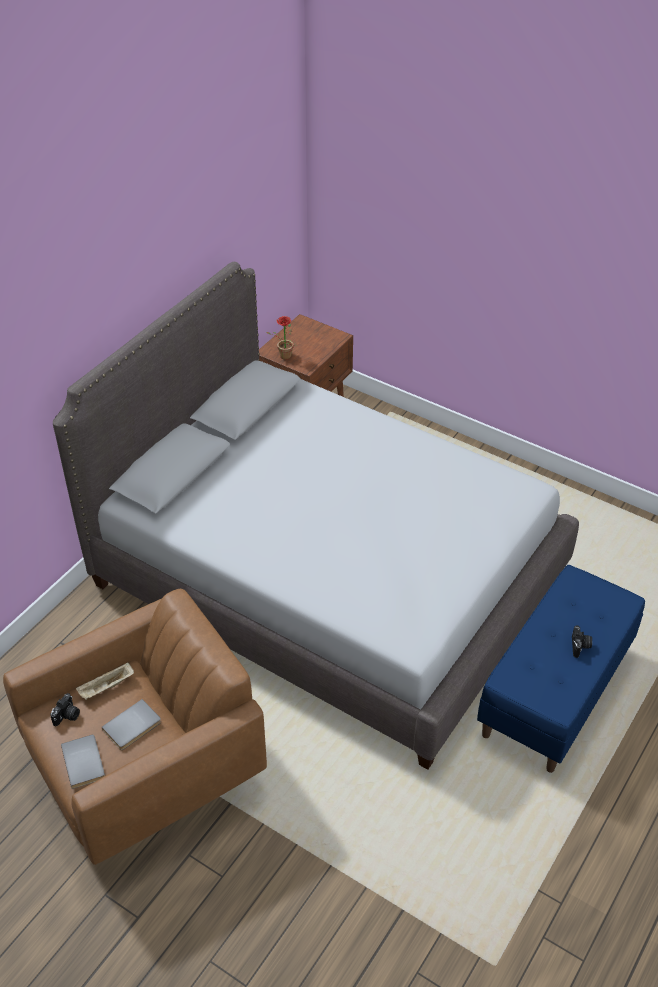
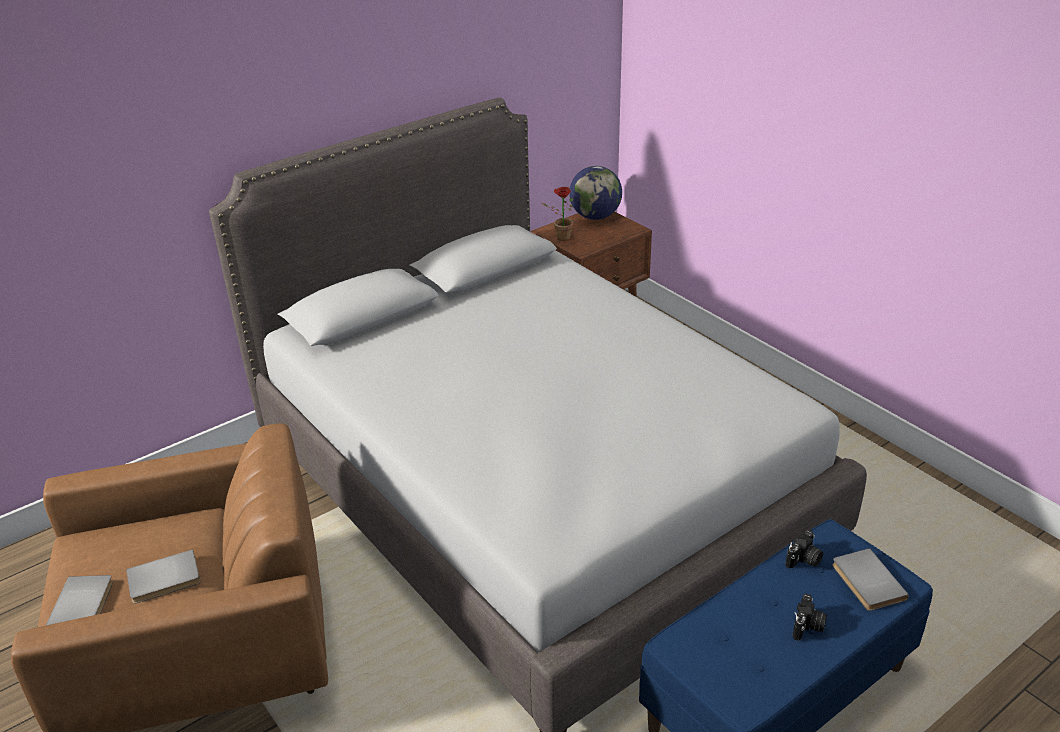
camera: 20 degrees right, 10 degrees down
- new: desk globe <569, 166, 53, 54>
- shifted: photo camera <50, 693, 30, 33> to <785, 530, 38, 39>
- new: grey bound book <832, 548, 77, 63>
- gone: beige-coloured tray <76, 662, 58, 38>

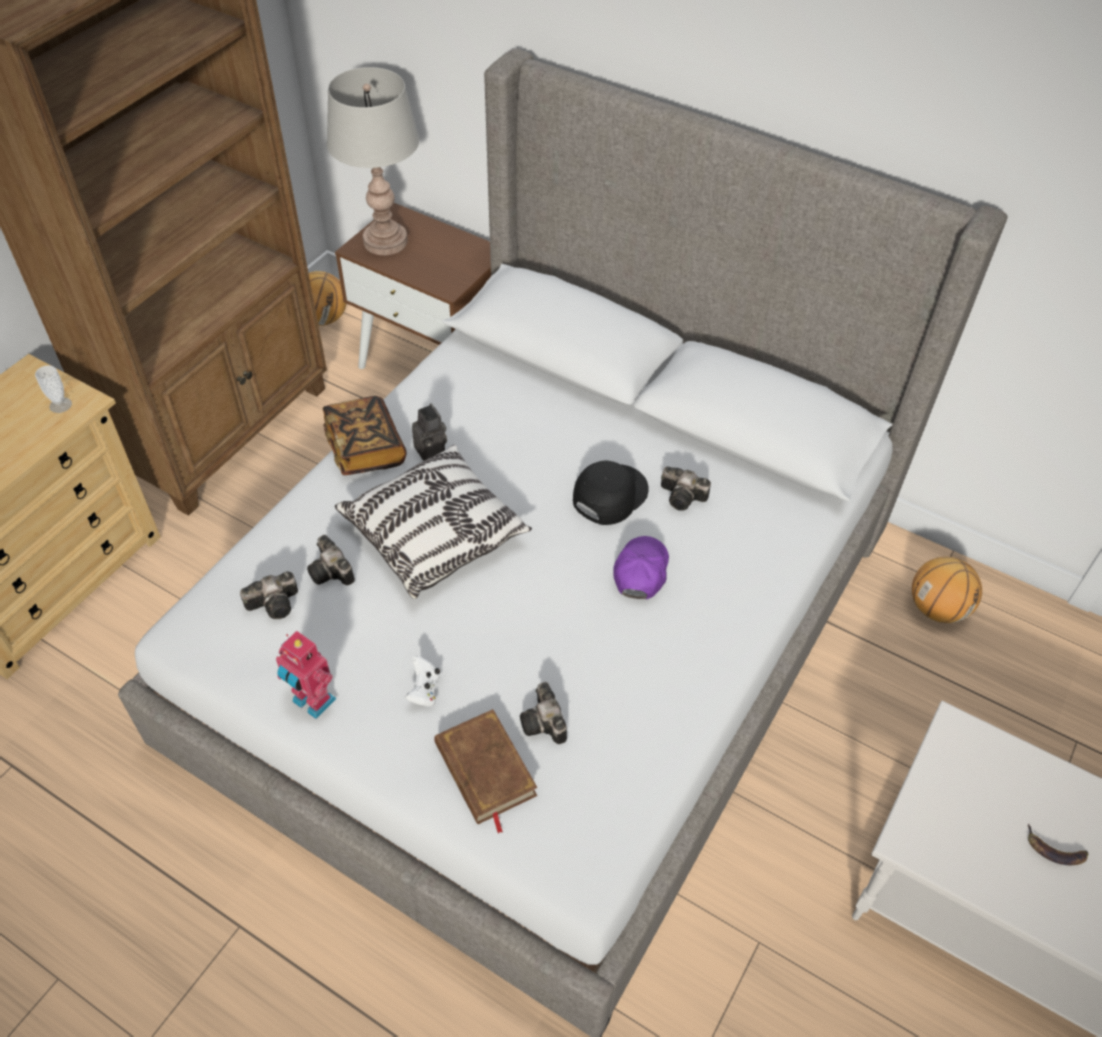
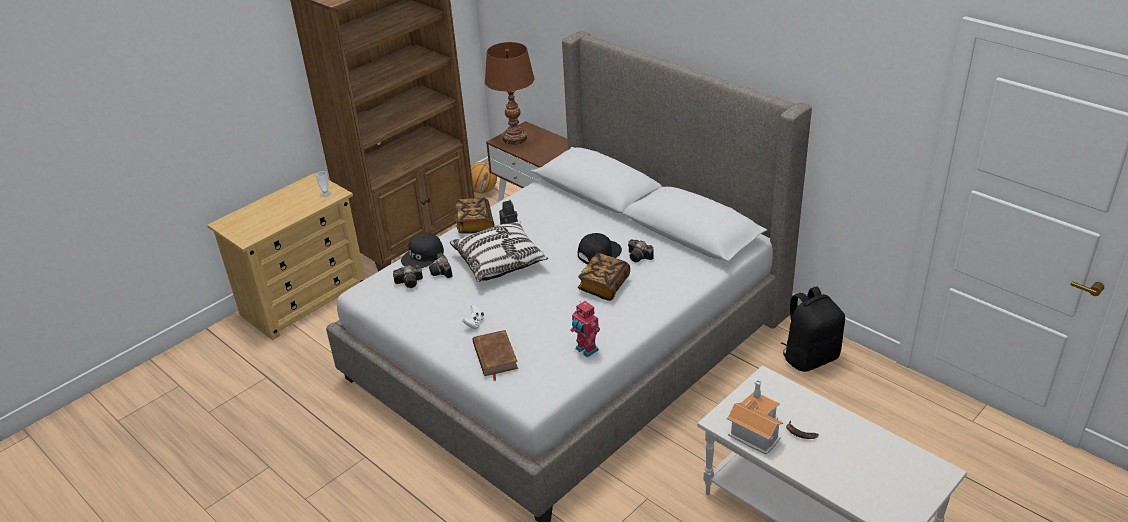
camera: 15 degrees right, 15 degrees down
- new: blackish cap <401, 232, 43, 36>
- repainted: grey lamp for a table <327, 67, 92, 188> to brown-coloured lamp for a table <485, 42, 50, 103>
- shifted: model robot <276, 631, 60, 88> to <570, 301, 30, 56>
- swapped: purplish cap <613, 536, 56, 63> to bound book <578, 253, 52, 48>
- new: model house <727, 380, 56, 75>
- swapped: basketball ball <912, 557, 70, 66> to blackish knapsack <781, 287, 64, 85>
- gone: photo camera <520, 682, 47, 62>

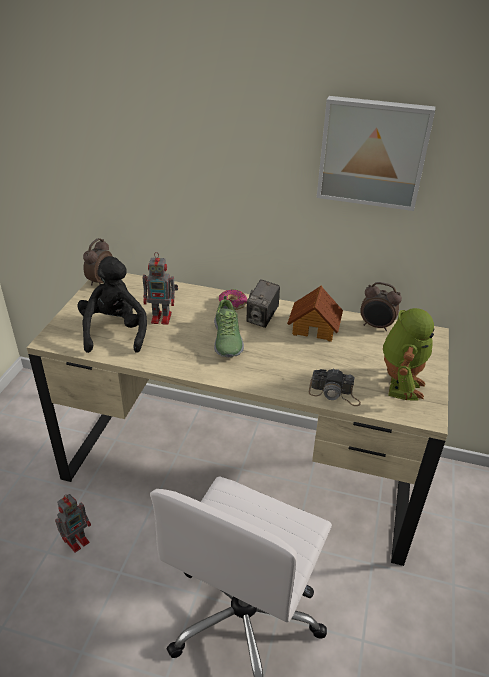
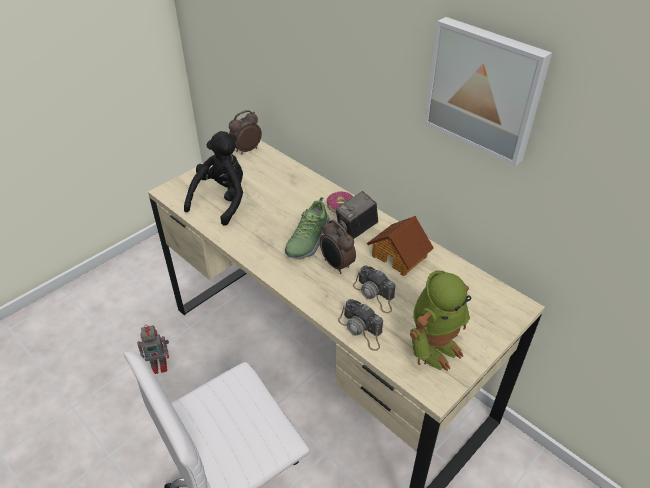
camera: 30 degrees right, 5 degrees up
- shifted: alarm clock <360, 282, 42, 49> to <320, 220, 36, 54>
- new: photo camera <353, 265, 43, 48>
- gone: model robot <143, 252, 35, 73>

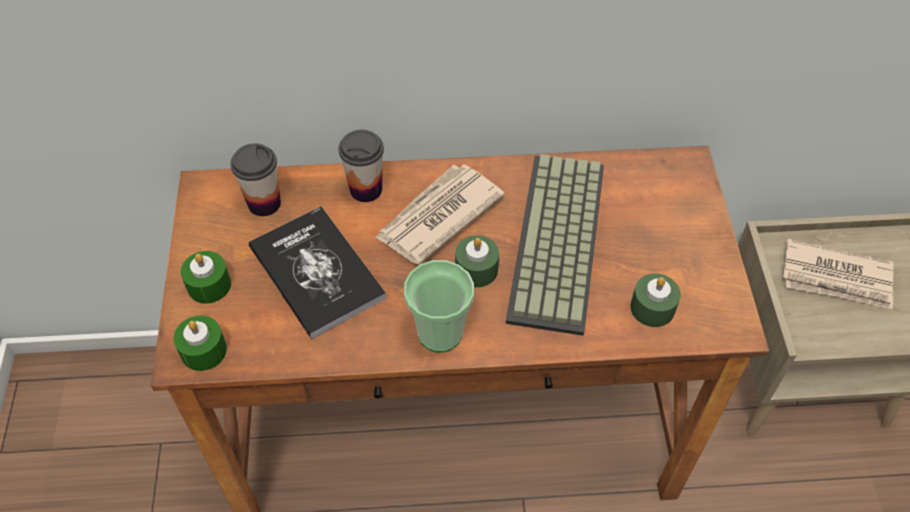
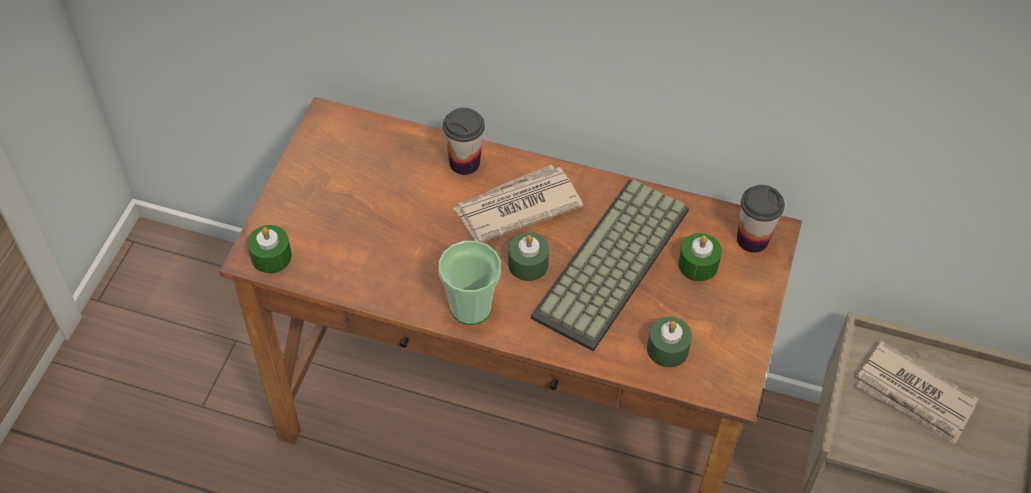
camera: 20 degrees right, 0 degrees up
- shifted: green wax candle <181, 251, 50, 53> to <678, 233, 44, 48>
- shifted: cup <230, 143, 51, 73> to <737, 185, 48, 68>
- gone: bound book <249, 206, 138, 133>

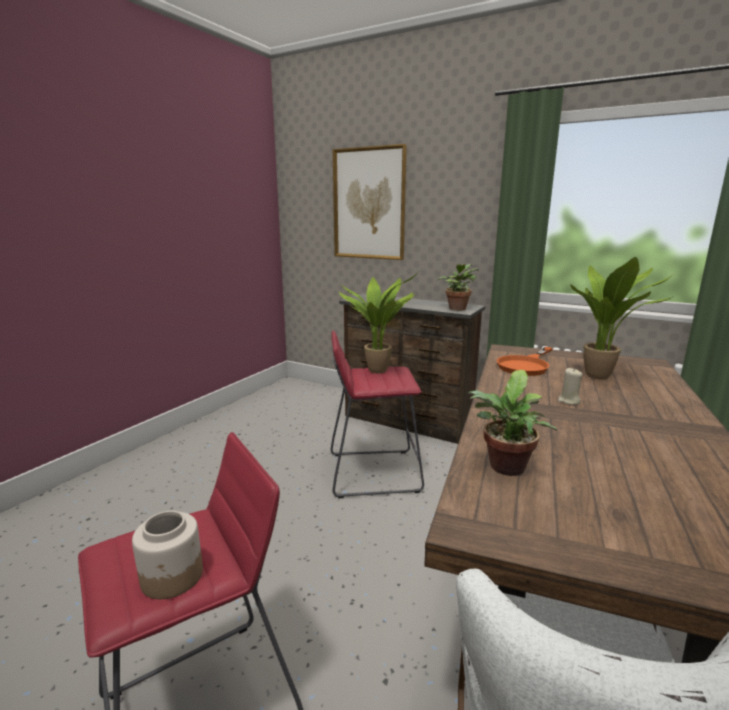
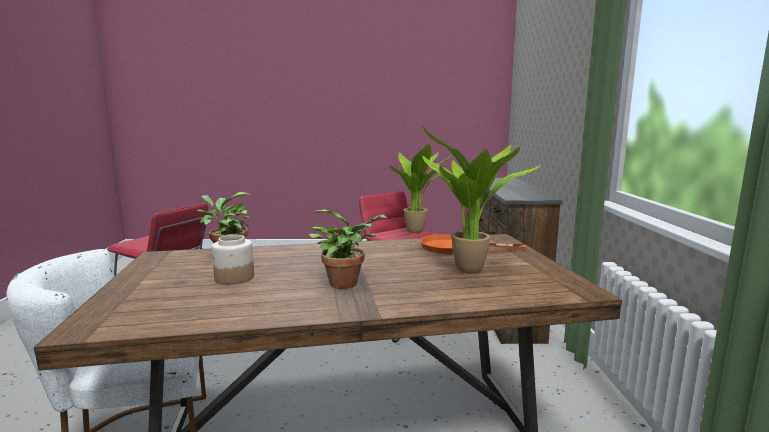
camera: 60 degrees right, 5 degrees down
- shifted: preserve jar <132, 511, 71, 88> to <212, 235, 42, 49>
- shifted: houseplant <438, 264, 41, 47> to <309, 209, 78, 80>
- gone: wall picture <333, 144, 74, 116>
- gone: beige-coloured wax candle <558, 368, 25, 37>

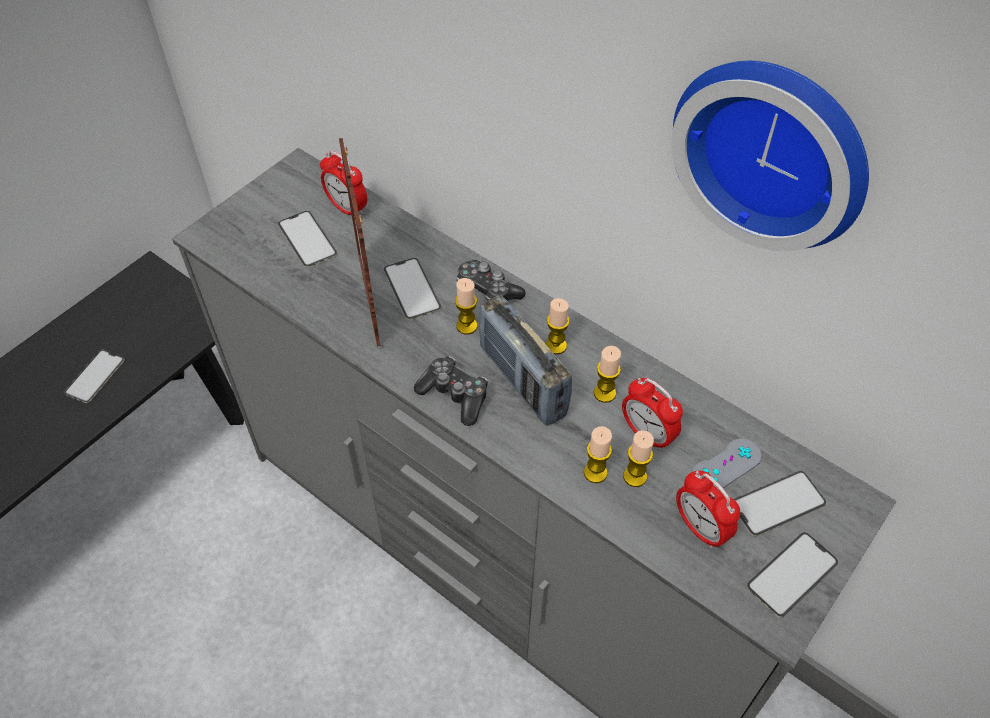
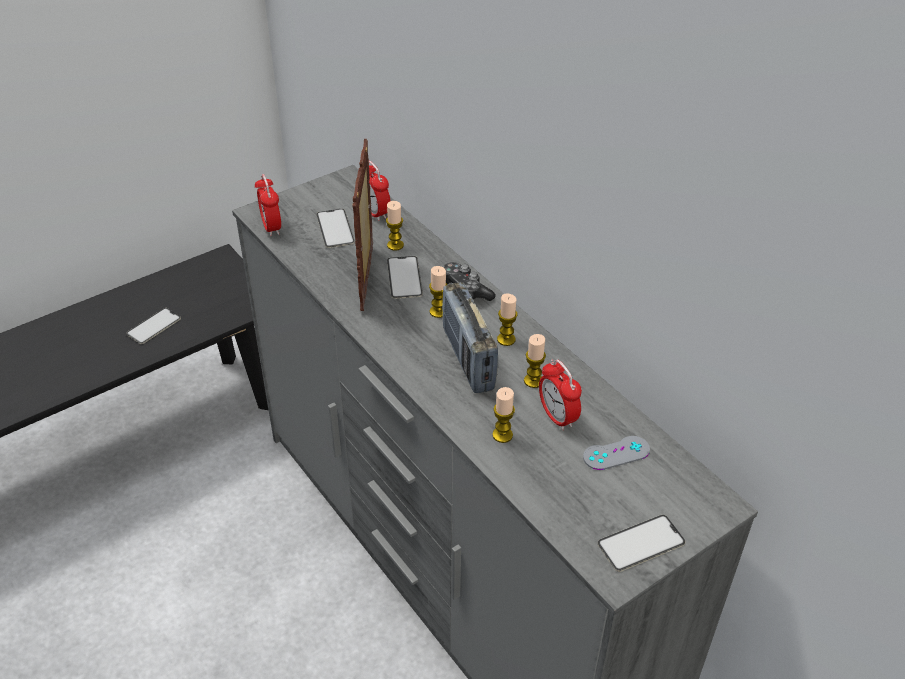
camera: 15 degrees right, 10 degrees down
- shifted: alarm clock <676, 471, 64, 77> to <255, 174, 26, 62>
- shifted: wax candle <623, 430, 31, 57> to <386, 201, 18, 50>
- gone: gamepad <414, 356, 74, 70>
- gone: clock on the wall <672, 61, 197, 190>
- gone: telephone <734, 471, 92, 66>

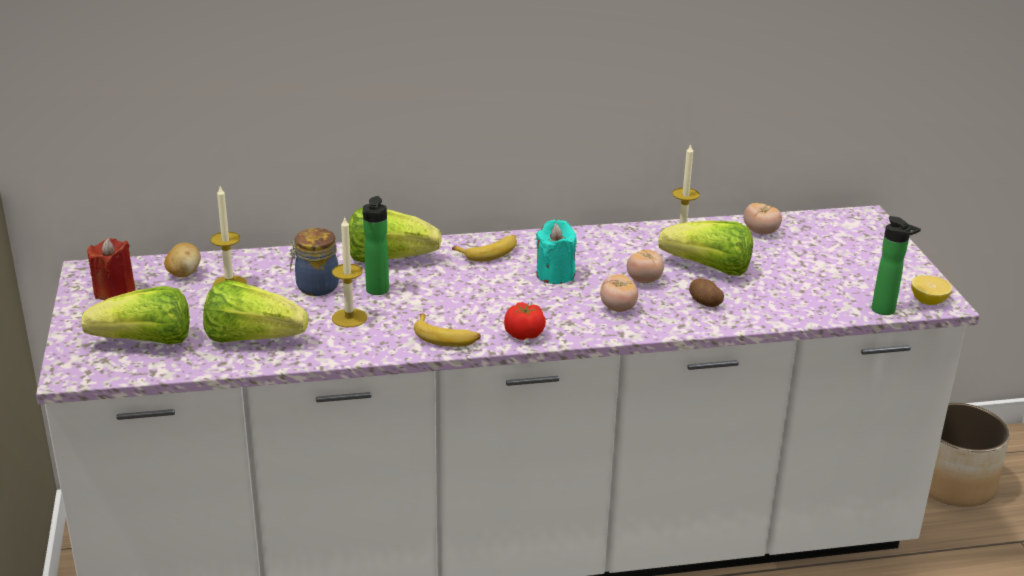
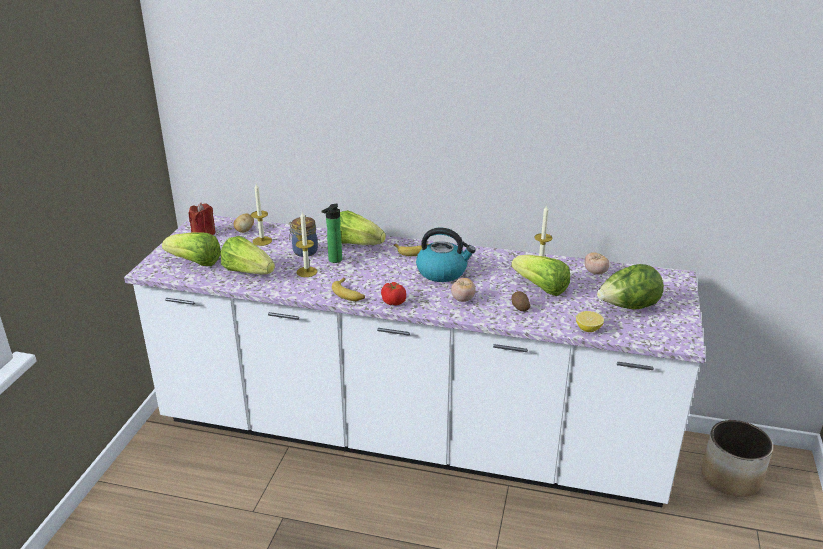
camera: 25 degrees right, 0 degrees up
- swapped: turquoise wax candle <536, 219, 41, 65> to water kettle <416, 228, 60, 54>
- shifted: citrus fruit <911, 275, 41, 30> to <576, 311, 28, 21>
- new: lettuce head <597, 264, 67, 46>
- gone: tomato <627, 250, 37, 33>
- gone: drink bottle <872, 216, 49, 99>

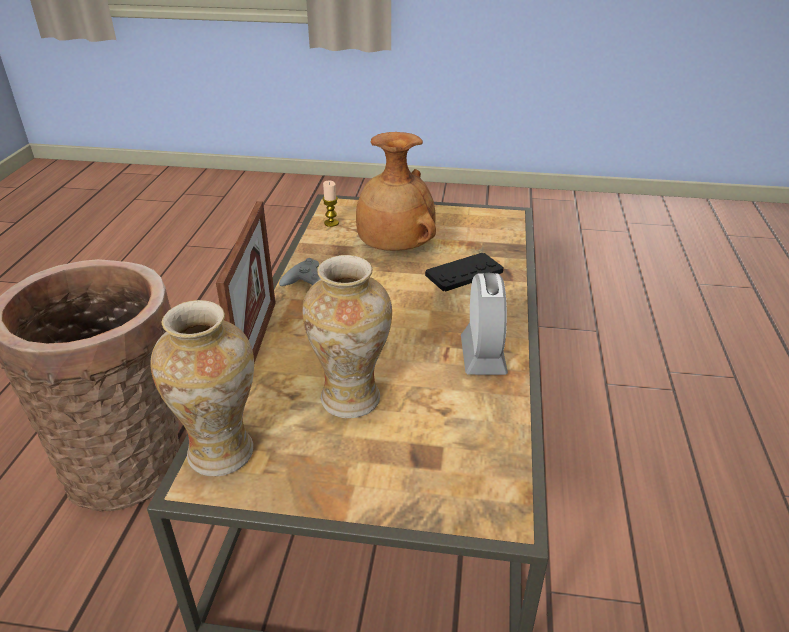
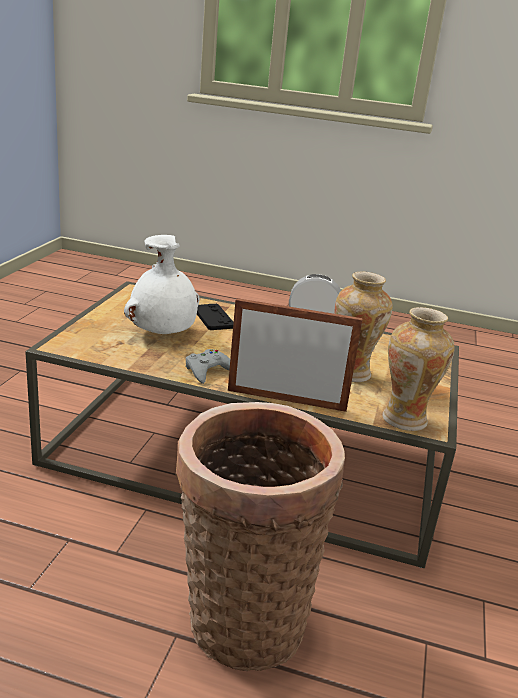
camera: 85 degrees left, 10 degrees down
- repainted: brown-coloured decorative vase <356, 132, 80, 119> to whitish decorative vase <124, 235, 75, 99>
- gone: wax candle <322, 181, 17, 46>

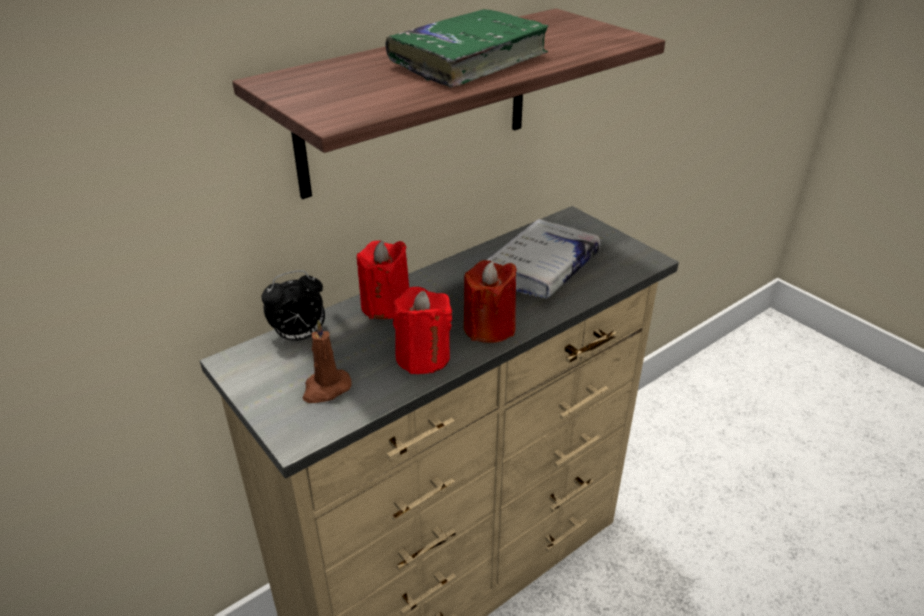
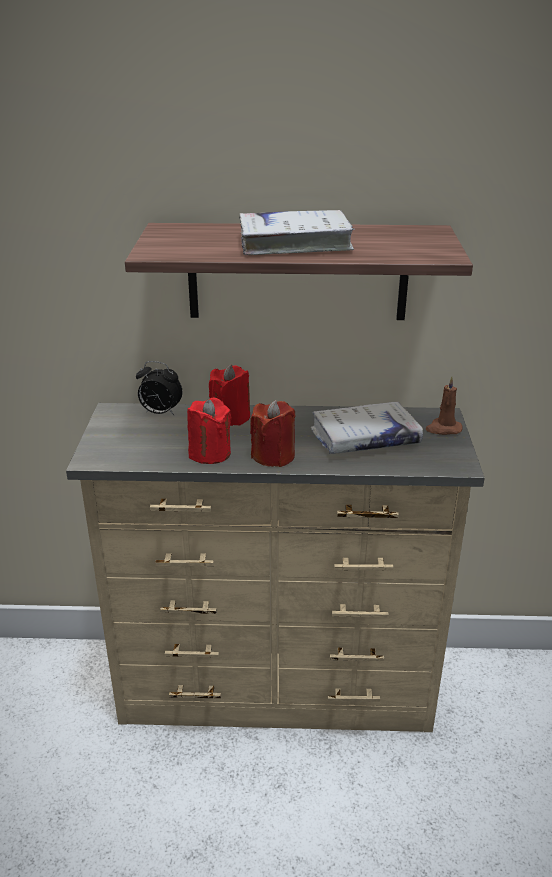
camera: 40 degrees right, 5 degrees down
- repainted: green bound book <385, 9, 164, 79> to whitish bound book <239, 210, 116, 45>
- shifted: brown-coloured wax candle <302, 320, 50, 83> to <426, 376, 36, 59>

